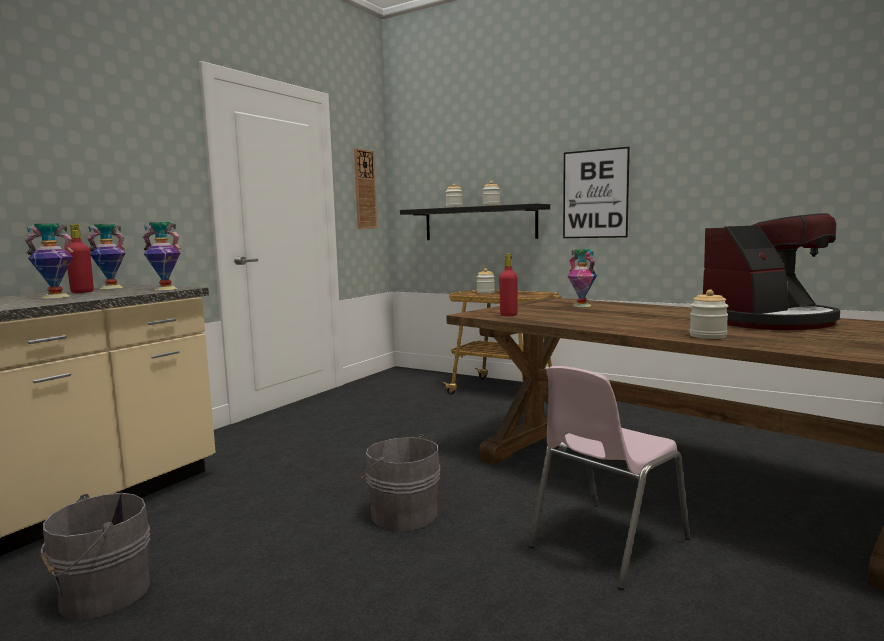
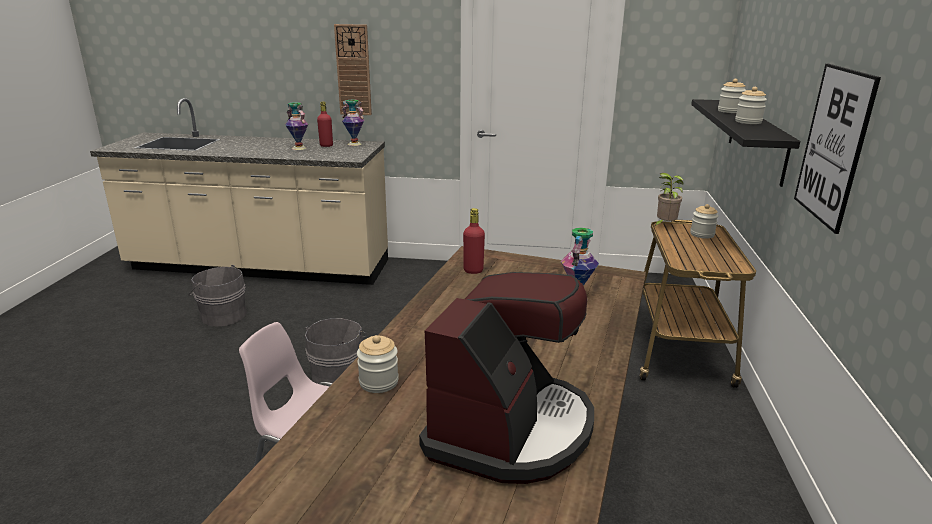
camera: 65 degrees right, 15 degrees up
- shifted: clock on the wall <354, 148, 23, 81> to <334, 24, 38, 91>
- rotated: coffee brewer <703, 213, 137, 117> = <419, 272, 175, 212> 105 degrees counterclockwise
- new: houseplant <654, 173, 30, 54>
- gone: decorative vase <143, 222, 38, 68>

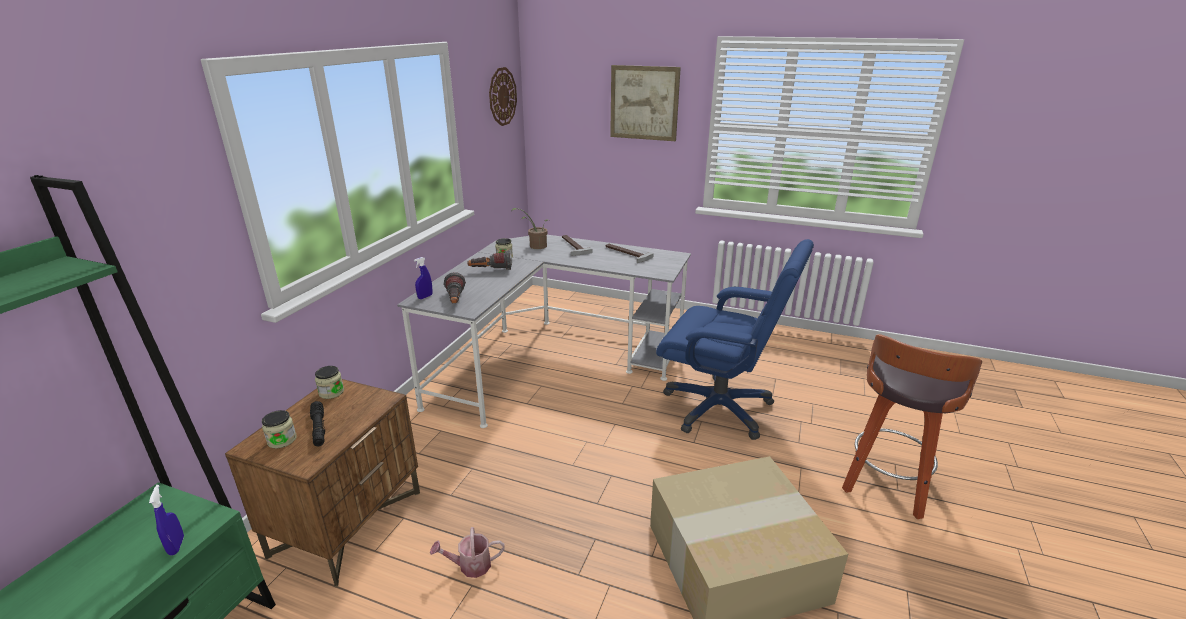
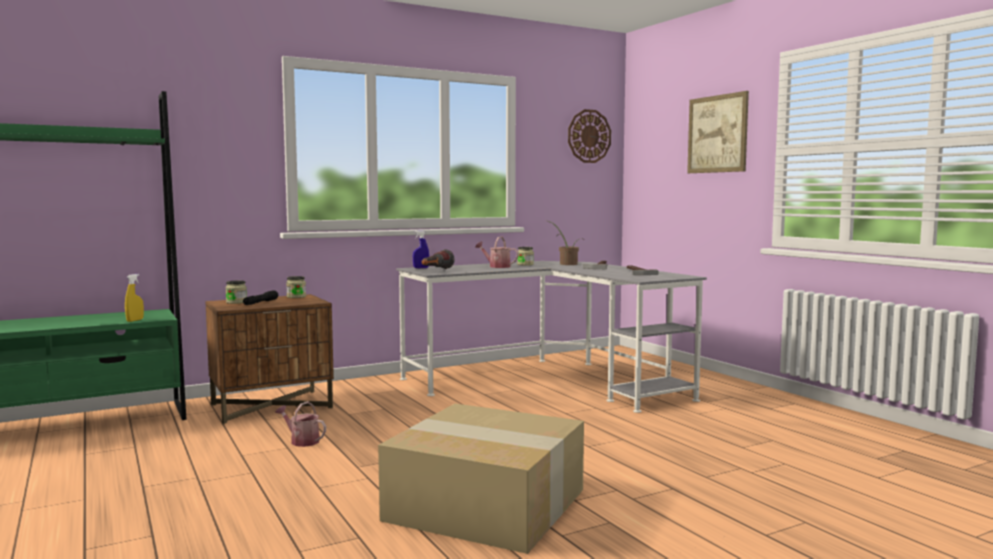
camera: 40 degrees right, 20 degrees down
- repainted: blue sprayer <149, 485, 35, 70> to yellowish sprayer <125, 274, 19, 48>
- swapped: hand torch <467, 250, 45, 20> to sprinkling can <475, 237, 44, 31>
- gone: blue desk chair <656, 239, 158, 201>
- gone: stool seat <842, 334, 140, 185>

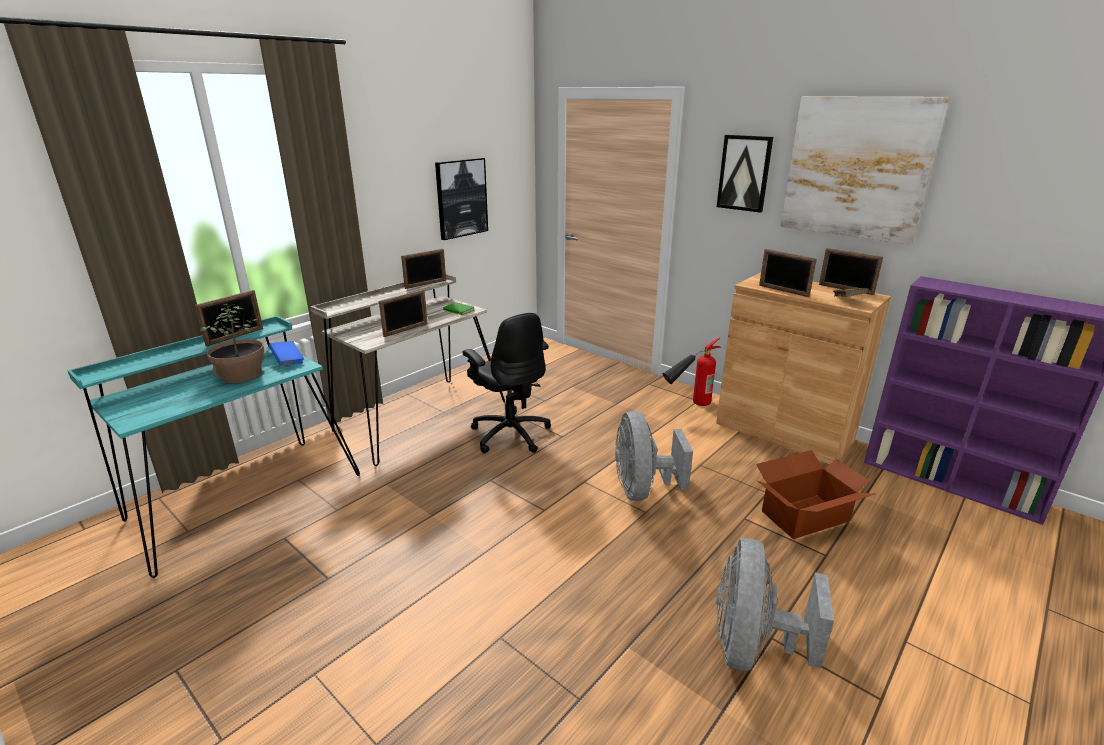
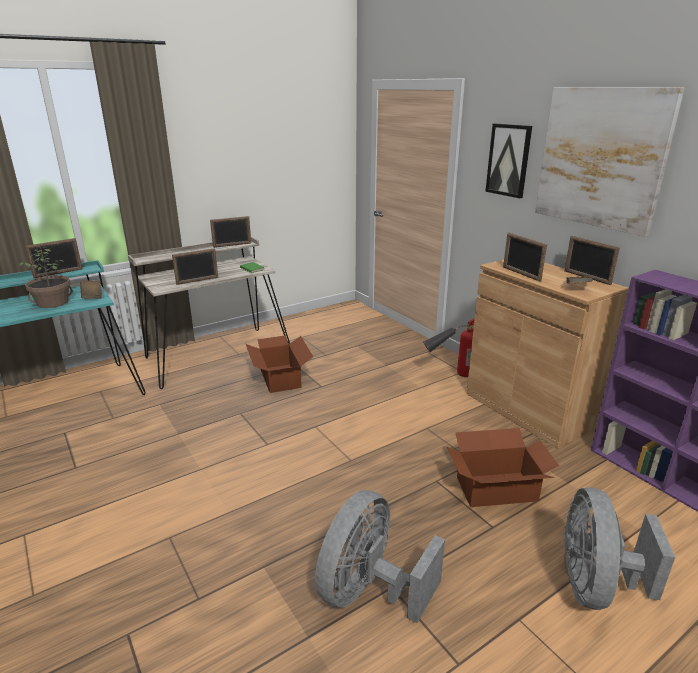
camera: 15 degrees right, 0 degrees up
- repainted: blue bound book <269, 341, 35, 25> to brown-coloured bound book <80, 280, 22, 19>
- swapped: blackish desk chair <463, 313, 88, 141> to cardboard box <246, 335, 67, 58>
- shifted: grey fan <615, 411, 78, 90> to <564, 488, 111, 122>
- gone: wall picture <435, 158, 53, 82>

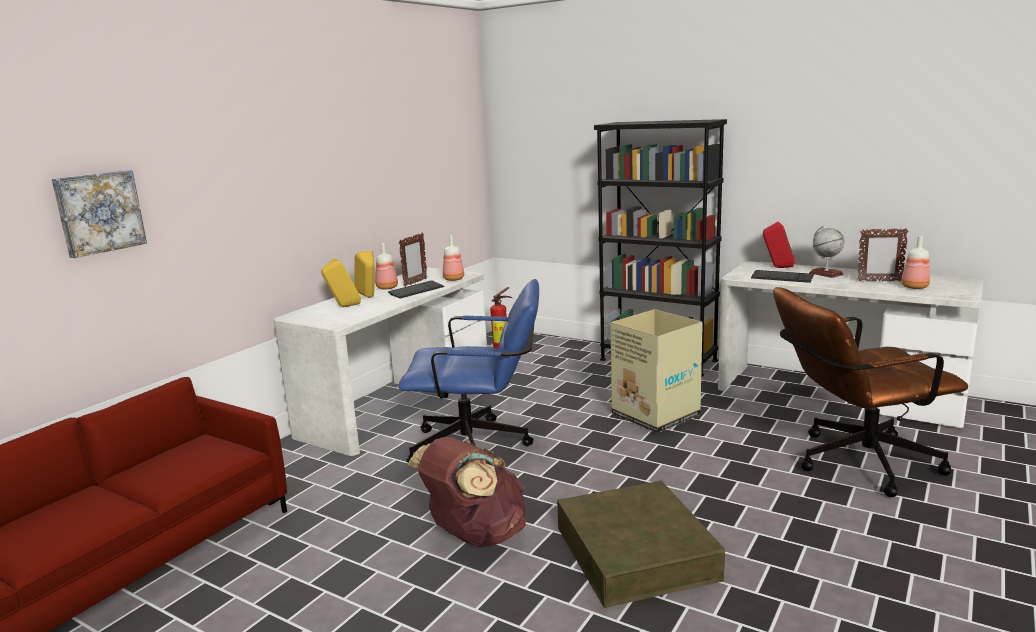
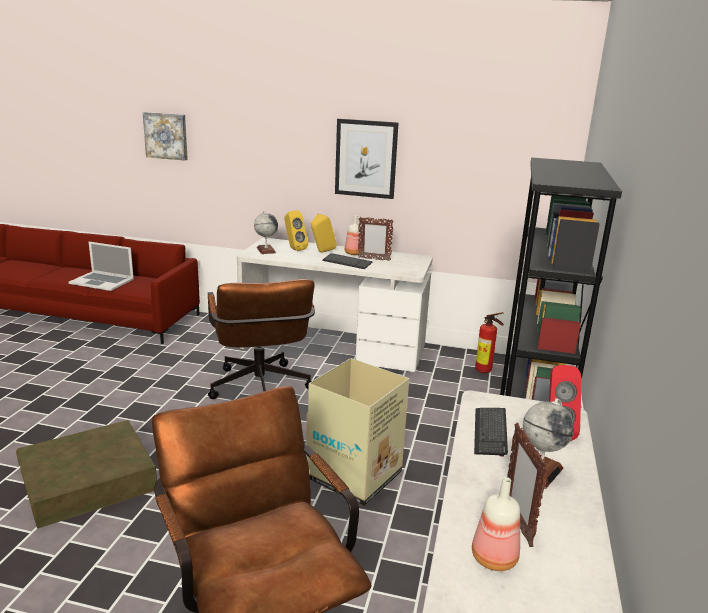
camera: 70 degrees right, 5 degrees up
- new: laptop <68, 242, 66, 49>
- repainted: blue desk chair <399, 279, 140, 183> to brown-coloured desk chair <208, 279, 107, 120>
- new: desk globe <254, 211, 24, 43>
- new: wall picture <335, 119, 64, 80>
- gone: brown-coloured knapsack <408, 437, 118, 110>
- gone: drink bottle <443, 235, 21, 46>

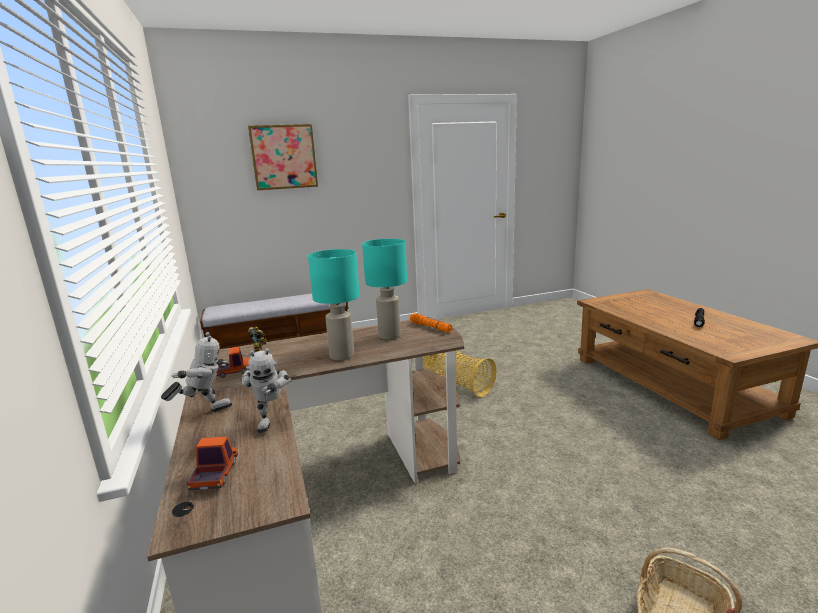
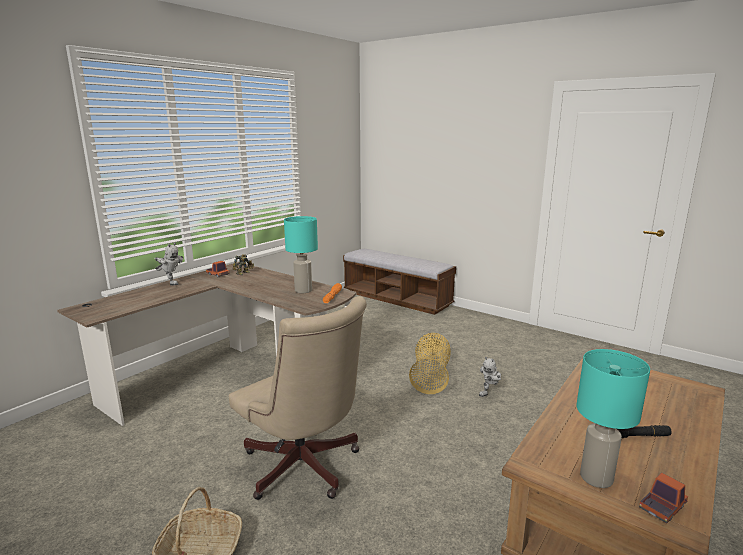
camera: 55 degrees right, 0 degrees up
- new: beige-coloured desk chair <229, 296, 138, 204>
- shifted: model robot <241, 348, 50, 85> to <479, 357, 22, 40>
- shifted: turquoise lamp for a table <308, 249, 52, 112> to <576, 349, 74, 139>
- shifted: toy truck <187, 436, 51, 55> to <639, 473, 49, 50>
- gone: wall picture <248, 124, 70, 66>

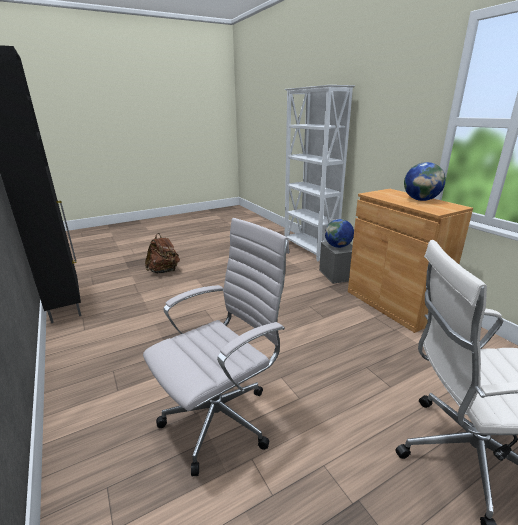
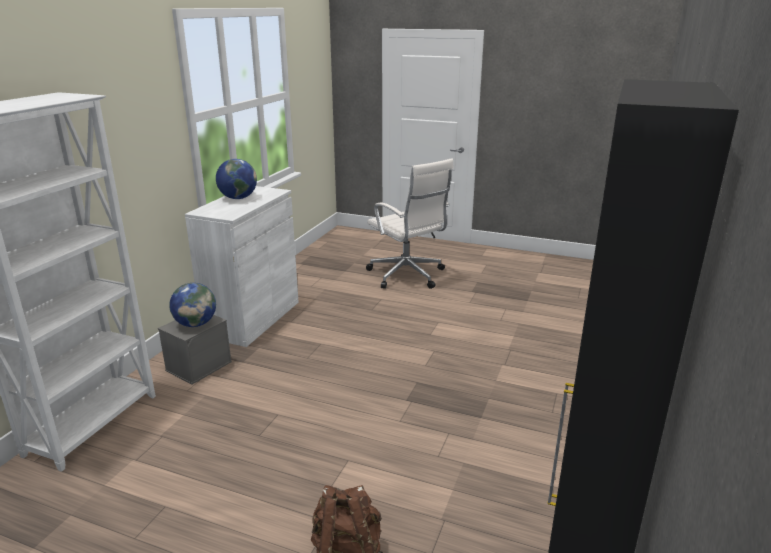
camera: 130 degrees left, 0 degrees up
- repainted: brown-coloured storage cabinet <348, 189, 125, 144> to whitish storage cabinet <185, 186, 114, 161>
- gone: whitish desk chair <143, 218, 146, 258>

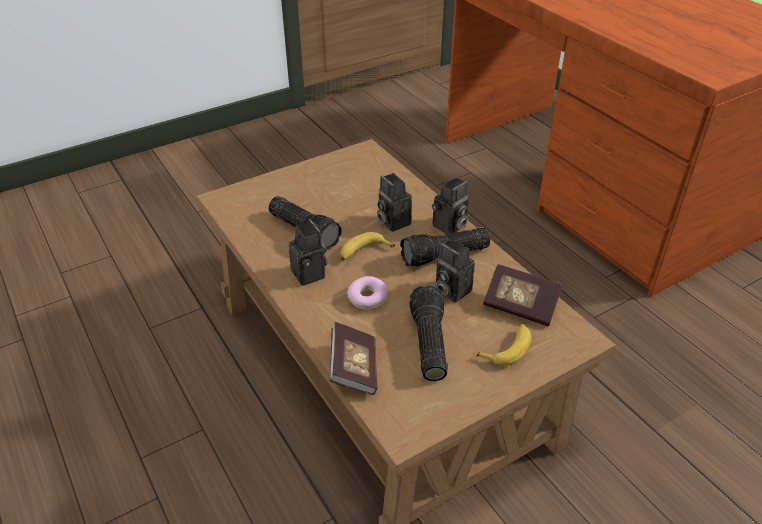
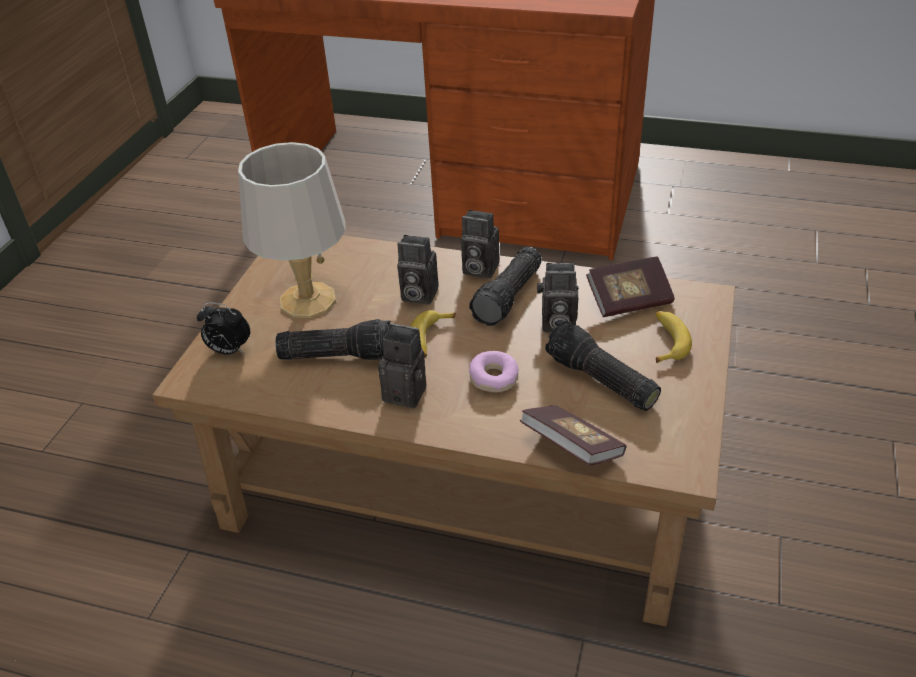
camera: 40 degrees left, 0 degrees up
- new: alarm clock <197, 303, 53, 52>
- new: grey lamp for a table <238, 142, 107, 176>
- rotated: photo camera <432, 177, 37, 57> = <461, 209, 39, 70> 105 degrees clockwise

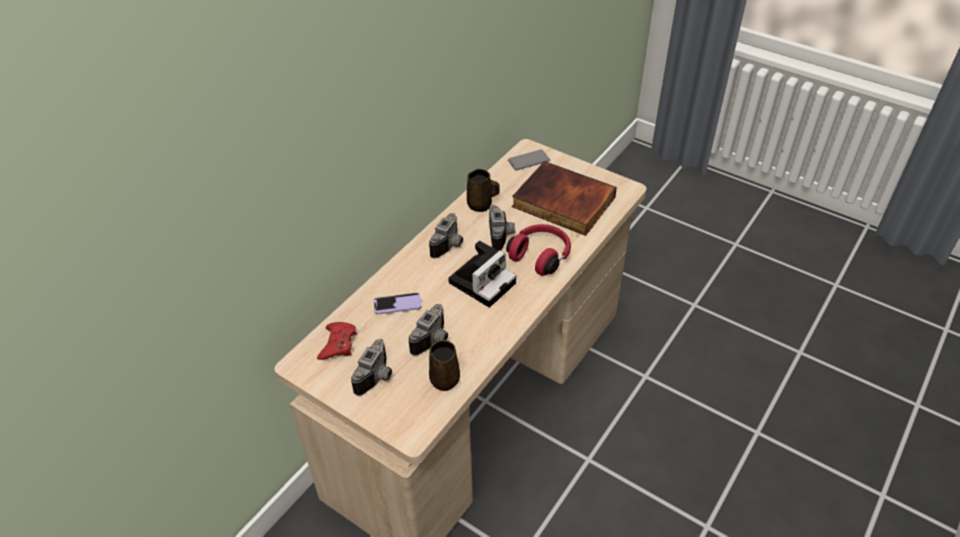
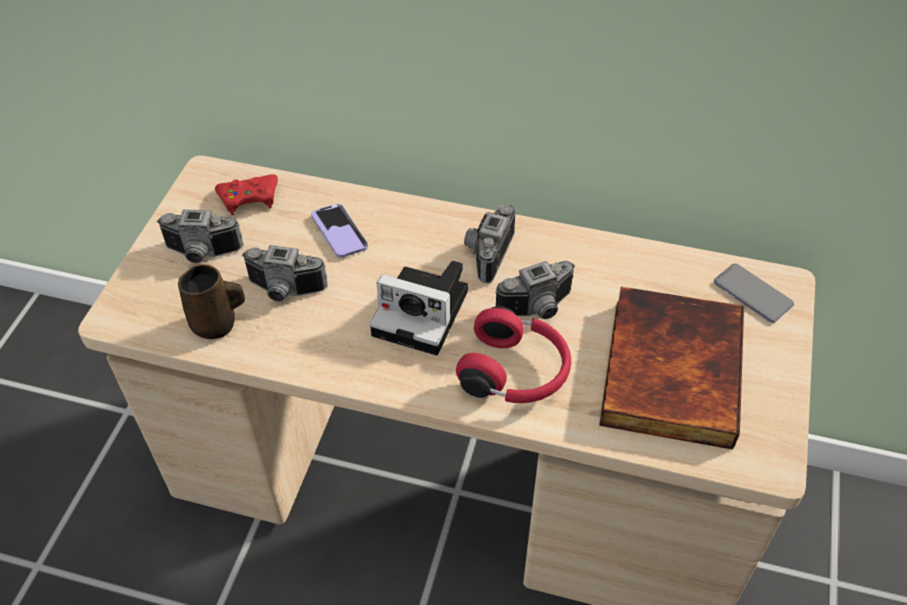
camera: 70 degrees right, 5 degrees up
- rotated: photo camera <429, 213, 34, 46> = <464, 205, 52, 78> 105 degrees clockwise
- gone: brown-coloured tea mug <467, 169, 33, 43>

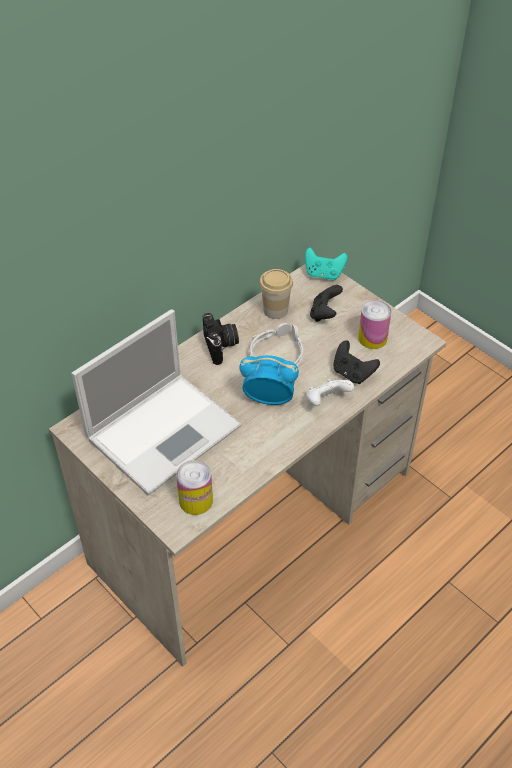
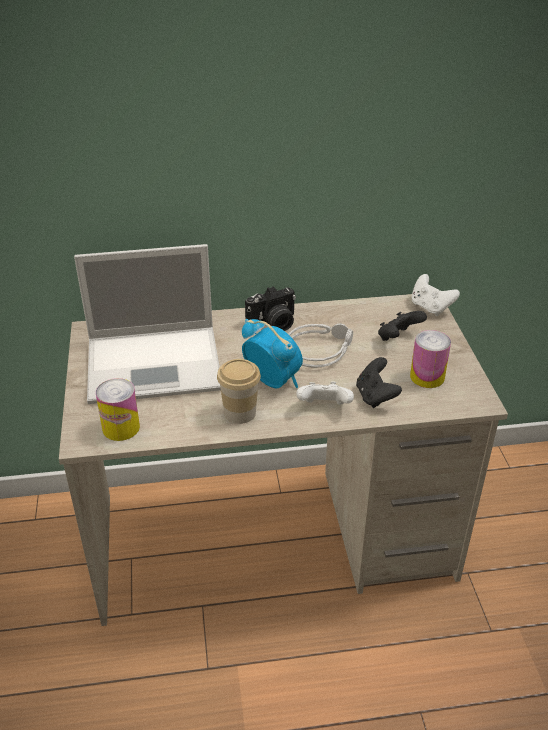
camera: 35 degrees right, 10 degrees down
- shifted: cup <259, 269, 34, 50> to <217, 359, 44, 65>
- rotated: photo camera <203, 313, 36, 52> = <245, 286, 51, 45> 45 degrees clockwise
- repainted: turquoise gamepad <305, 247, 43, 33> to whitish gamepad <411, 274, 49, 42>

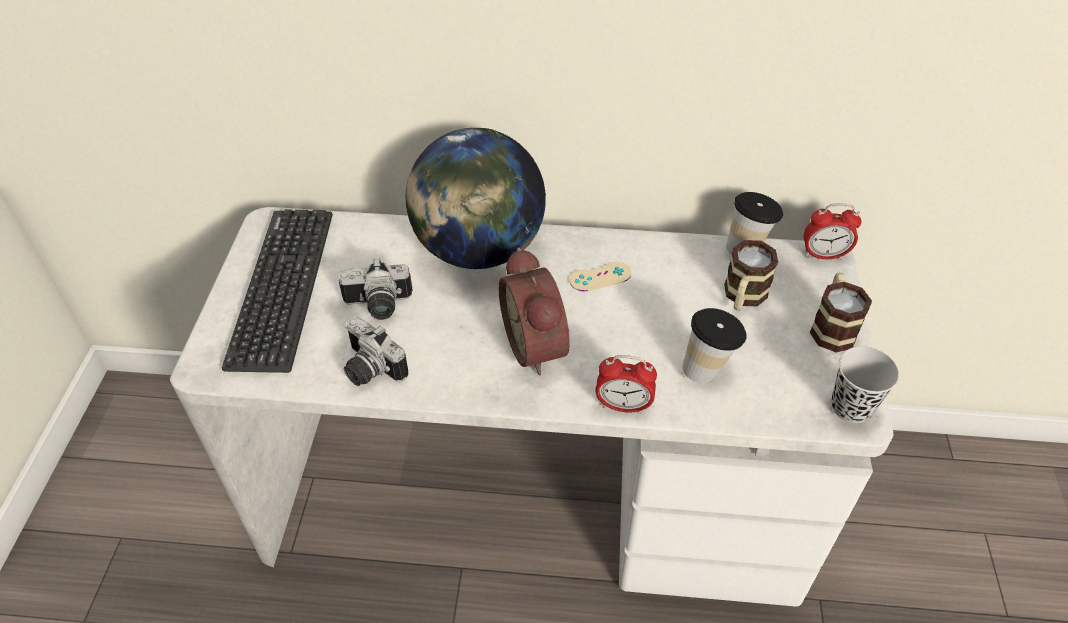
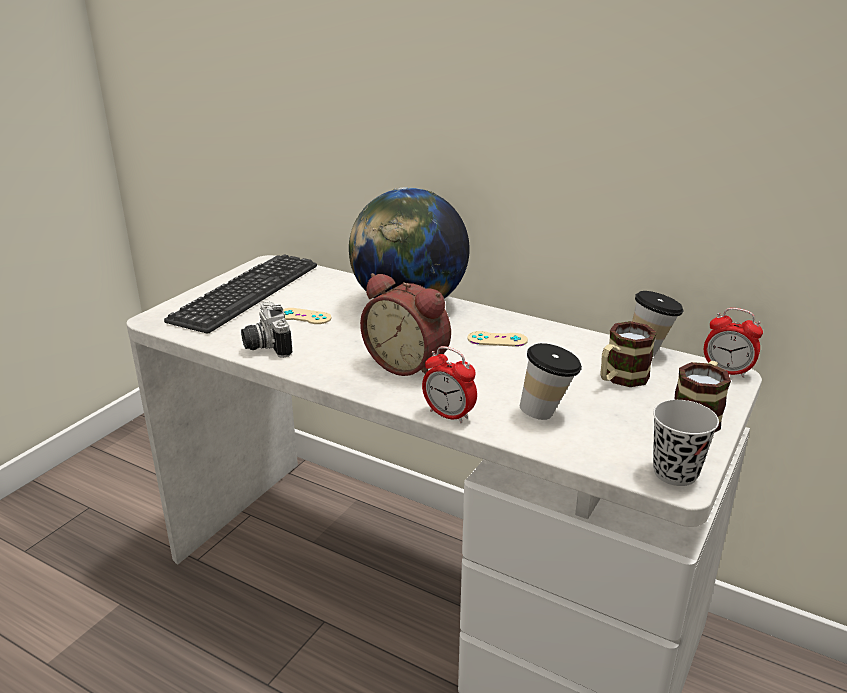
camera: 25 degrees right, 20 degrees down
- swapped: photo camera <338, 258, 75, 62> to beige-coloured gamepad <283, 308, 48, 16>
- rotated: alarm clock <499, 247, 71, 128> = <360, 273, 91, 103> 60 degrees counterclockwise

